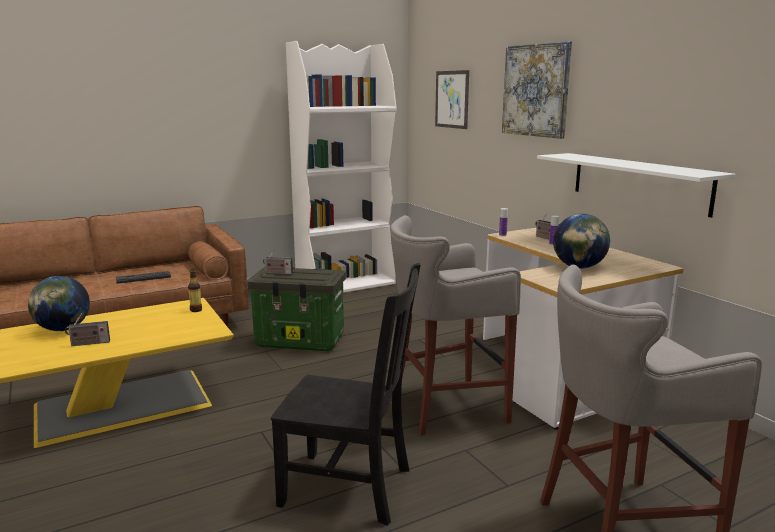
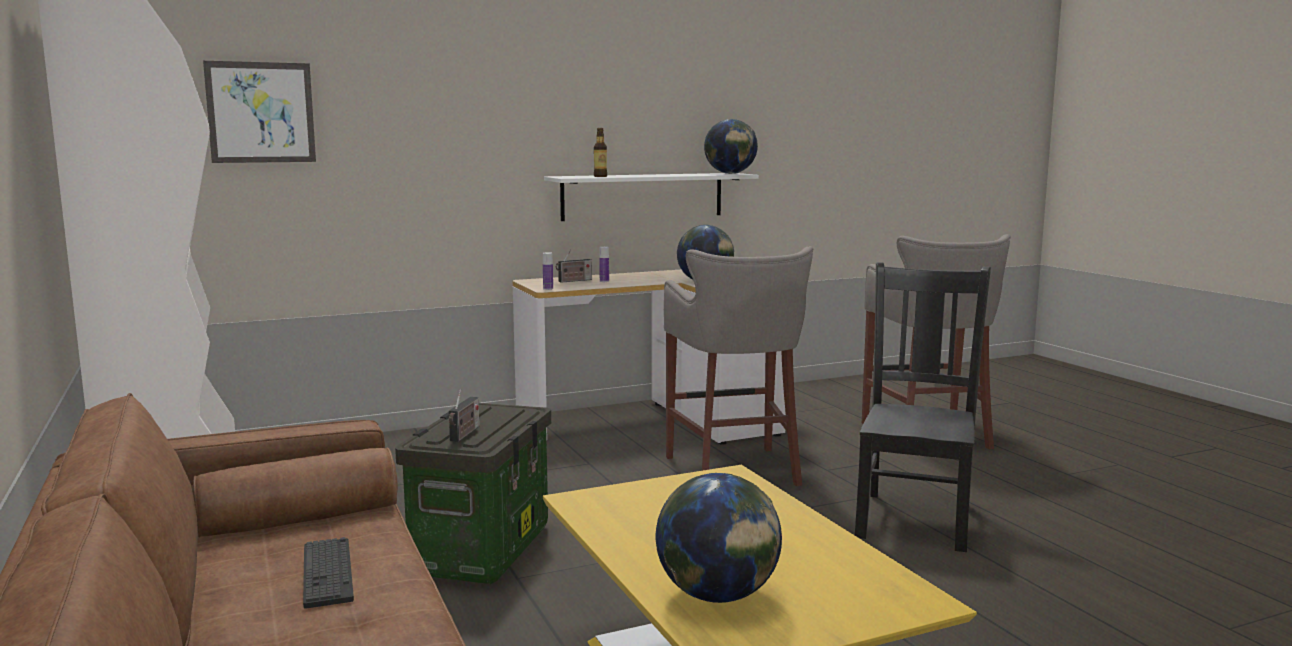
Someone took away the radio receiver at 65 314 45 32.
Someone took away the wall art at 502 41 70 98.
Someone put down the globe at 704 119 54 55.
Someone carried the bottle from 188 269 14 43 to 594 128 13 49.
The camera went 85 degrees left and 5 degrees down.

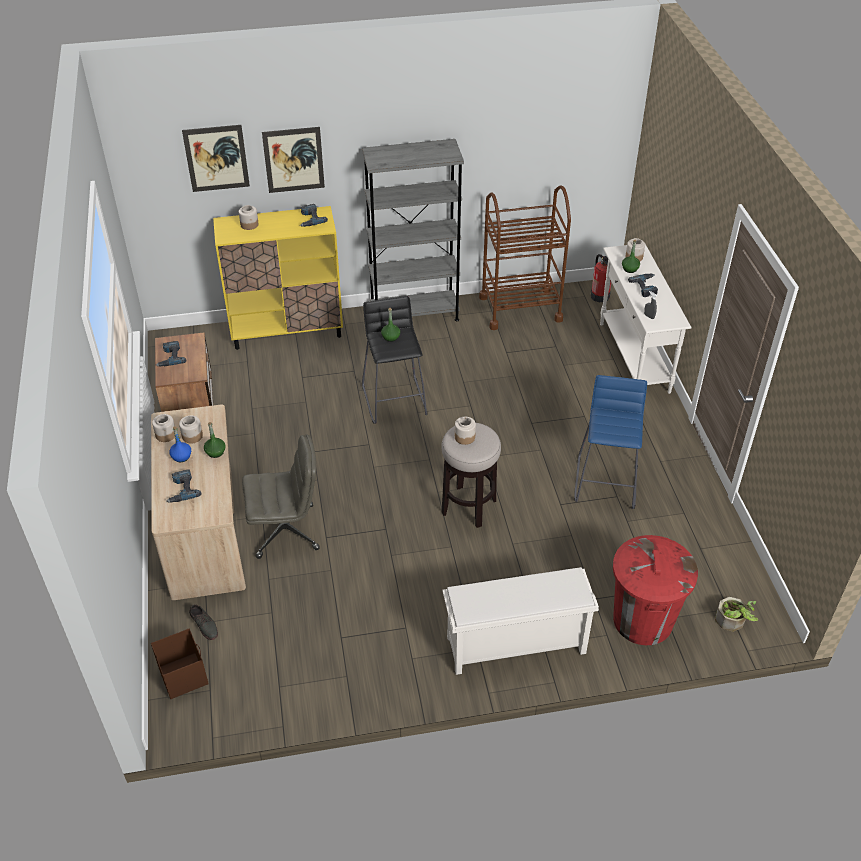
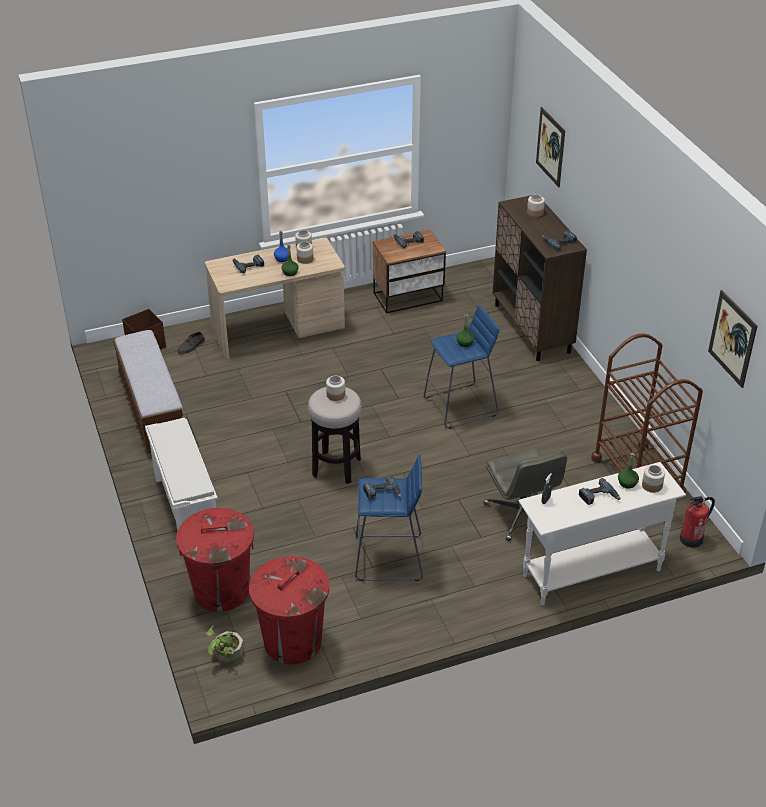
Someone took away the greyish bookcase at 362 139 102 182.
Someone put down the long seat at 113 330 70 123.
Someone put down the red rubbish bin at 249 556 80 108.
Someone put down the power drill at 363 475 38 25.
Someone carried the greyish desk chair from 242 434 78 125 to 483 448 84 93.
Someone carried the wall art from 262 127 63 66 to 708 290 49 98.
Someone repainted the yellow cupboard at 213 206 130 144, which became the brownish cupboard at 493 194 94 167.
Someone repainted the black-coloured stool at 362 296 66 128, which became the blue-coloured stool at 424 305 75 124.
The camera went 80 degrees right and 5 degrees down.

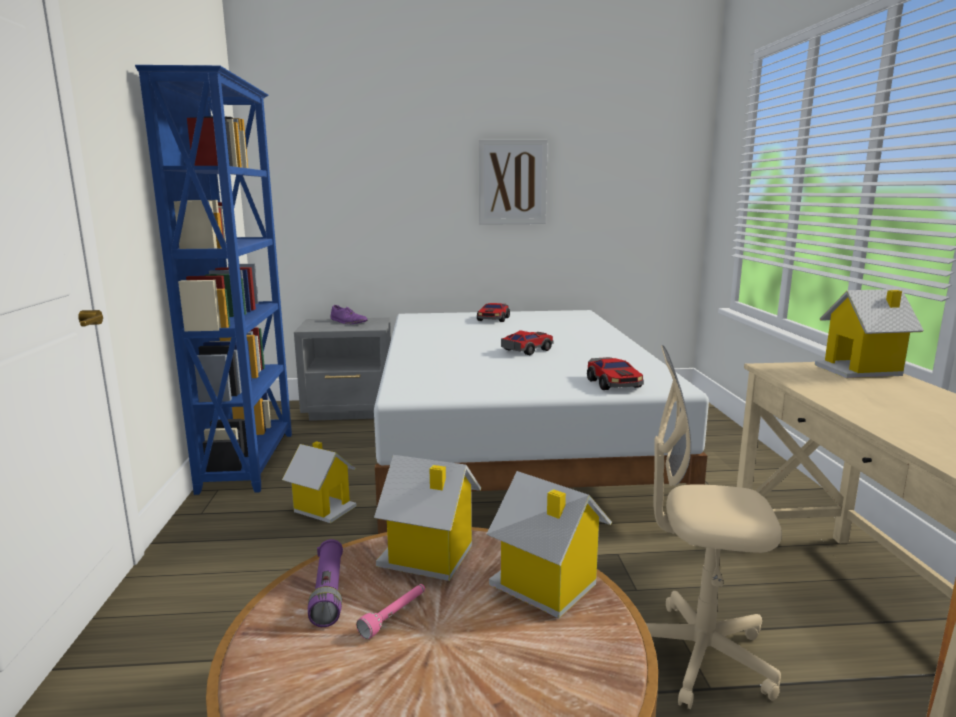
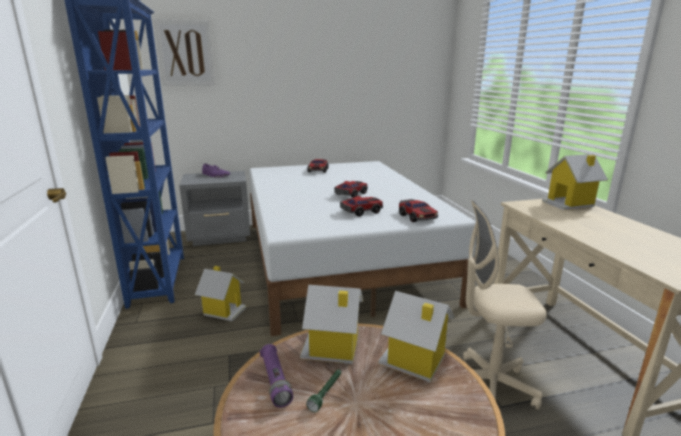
Someone put down the toy car at 340 196 43 20.
Someone carried the wall art from 479 139 68 86 to 153 19 62 67.
Someone repainted the pink-coloured hand torch at 356 584 69 55, which became the green hand torch at 306 369 35 43.
The camera went 10 degrees left and 5 degrees up.

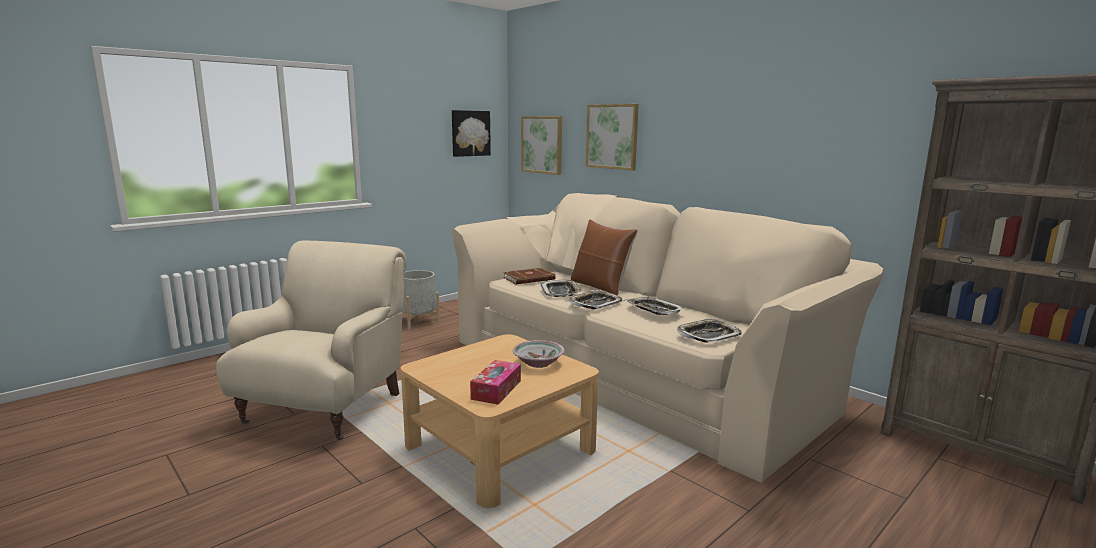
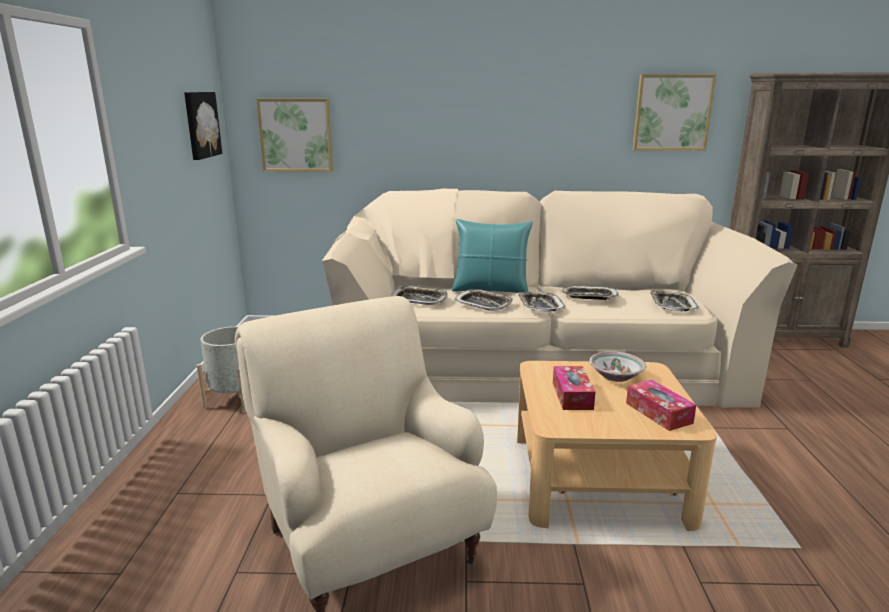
Someone put down the tissue holder at 553 366 42 44.
Someone carried the wall art from 586 104 53 67 to 633 74 83 77.
Someone swapped the brownish bound book at 503 268 53 16 for the serving tray at 391 286 57 19.
Someone repainted the brownish pillow at 571 219 66 76, which became the turquoise-coloured pillow at 452 219 81 74.
The camera went 45 degrees left and 5 degrees up.

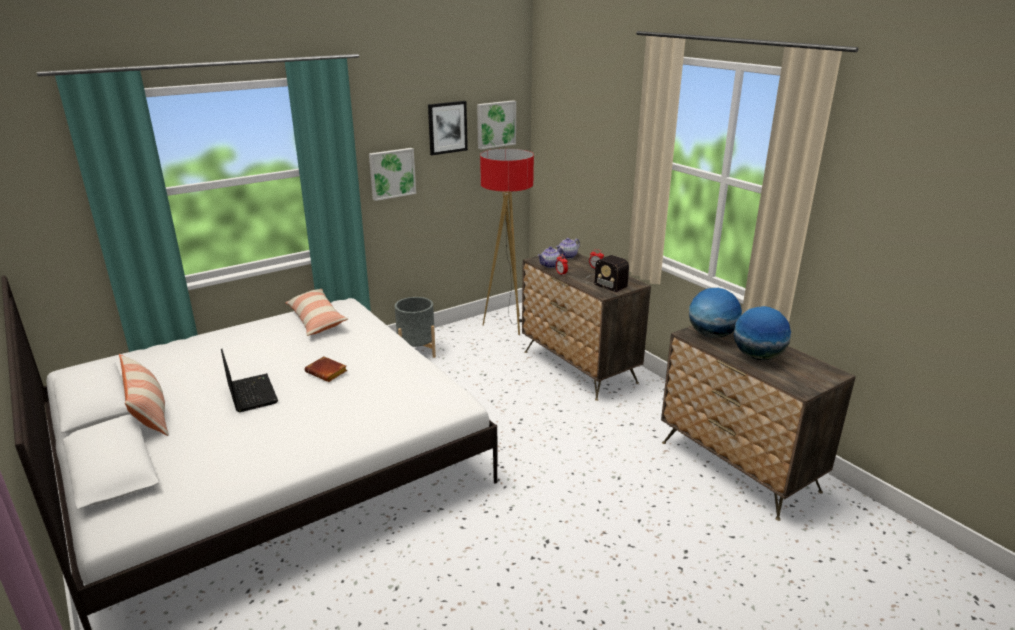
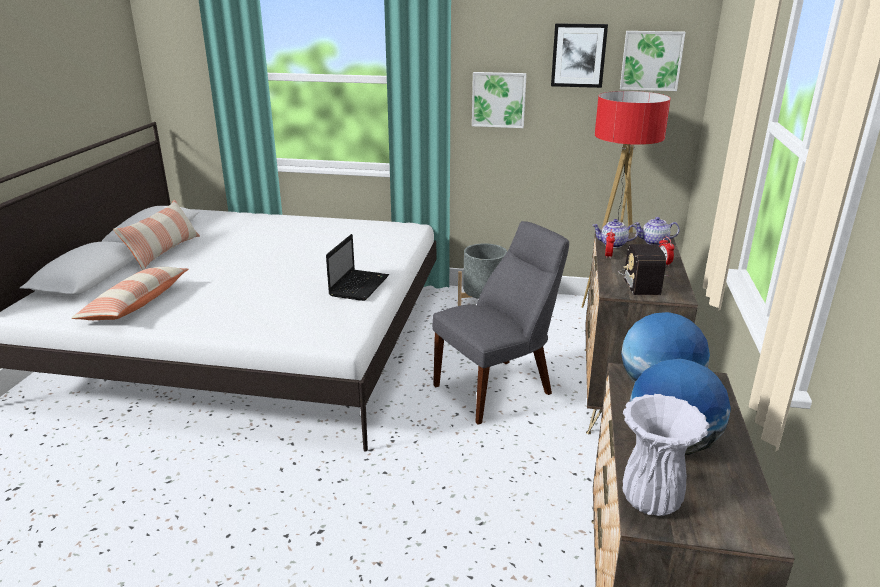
Someone took away the brownish bound book at 305 356 42 26.
Someone put down the greyish plain chair at 432 221 137 204.
Someone put down the white vase at 623 394 86 122.
Someone carried the notebook computer from 221 349 57 63 to 326 234 63 67.
Someone carried the pillow from 286 289 62 47 to 71 267 117 53.
The camera went 45 degrees right and 0 degrees up.

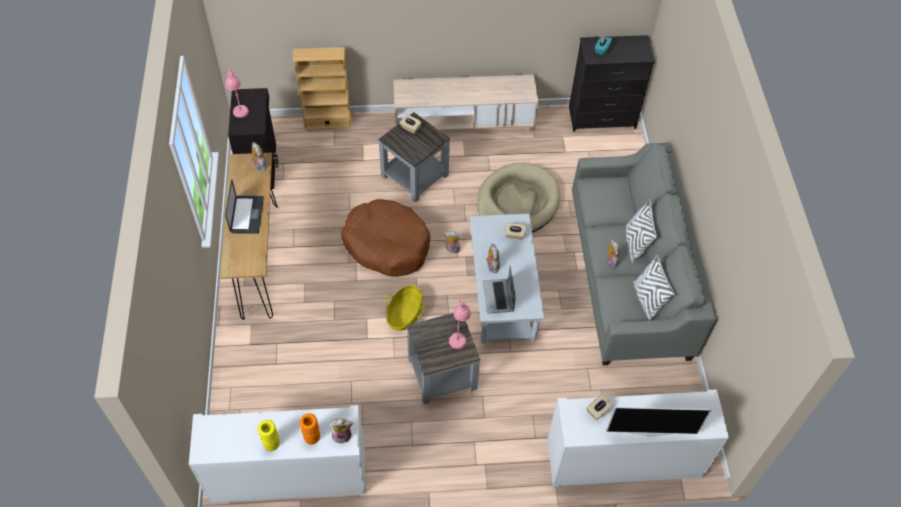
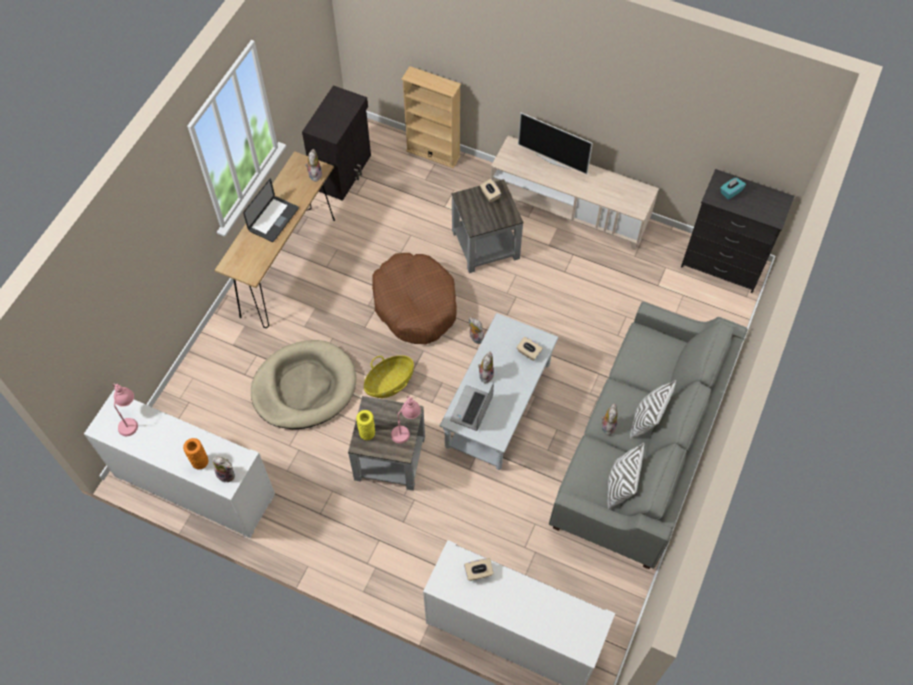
Someone carried the pink-coloured table lamp from 225 69 24 49 to 113 384 25 52.
Someone carried the yellow vase from 258 420 22 31 to 356 410 19 30.
Someone carried the beige-coloured dog cushion from 477 163 83 70 to 251 340 105 89.
Someone carried the TV set from 606 407 105 29 to 518 112 75 62.
The camera went 30 degrees right and 5 degrees up.

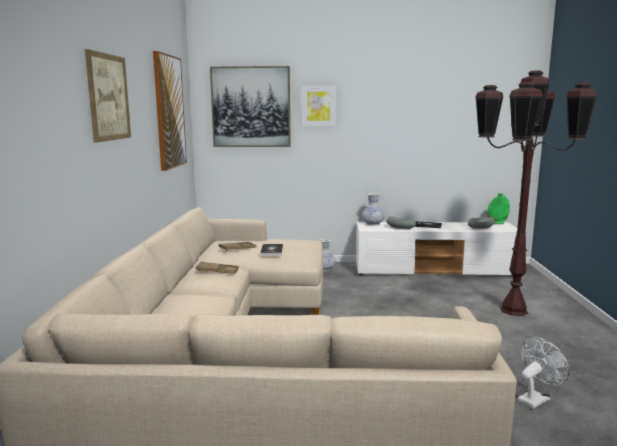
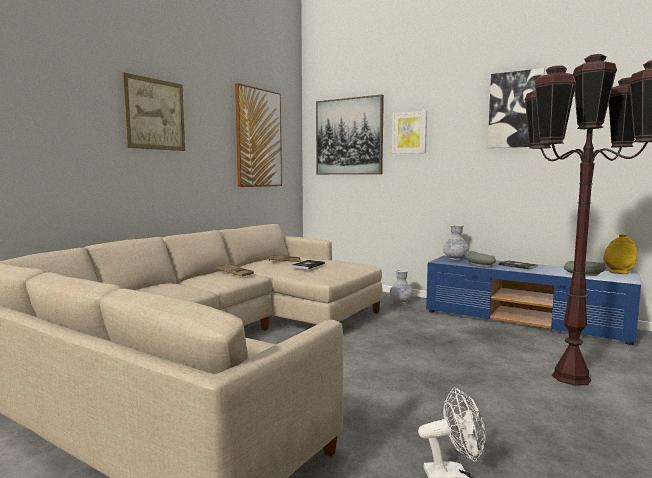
Someone put up the wall art at 488 68 57 80.
Someone repainted the white tv stand at 356 222 161 55, which became the blue-coloured tv stand at 426 256 215 89.
Someone repainted the green vase at 487 193 23 31, which became the yellow vase at 604 234 33 40.
The camera went 30 degrees right and 5 degrees down.

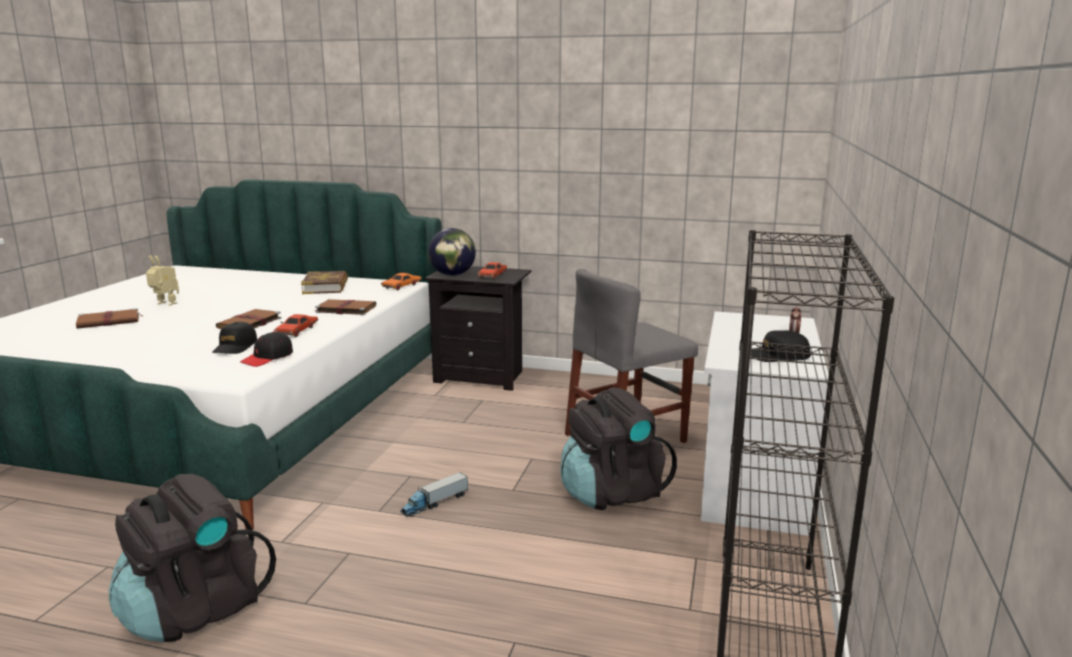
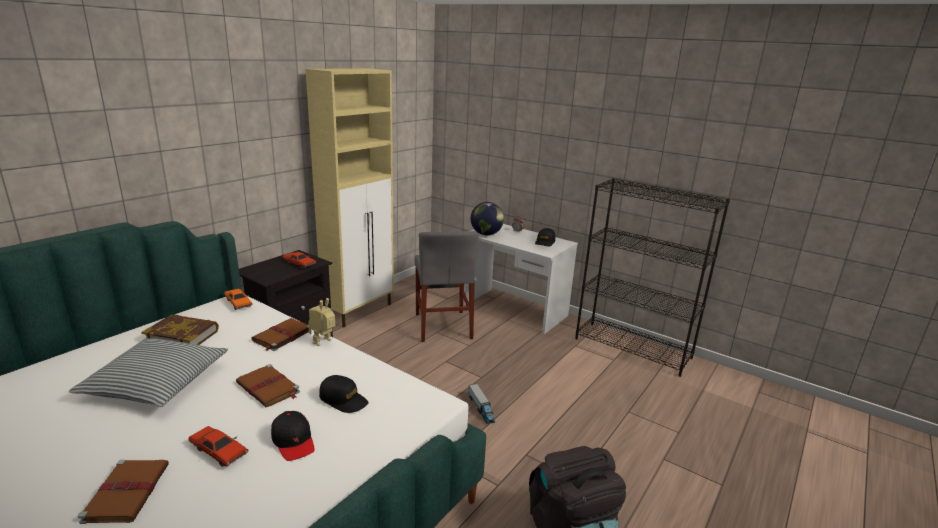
Someone took away the black-coloured rucksack at 560 387 117 123.
Someone put down the pillow at 69 338 159 69.
Someone put down the beige-coloured cupboard at 306 68 88 259.
Someone carried the toy robot from 146 255 33 51 to 308 298 27 48.
Someone carried the black-coloured cap from 240 331 53 36 to 271 411 43 50.
Someone carried the red toy car from 274 314 44 23 to 188 426 60 41.
Someone carried the globe from 428 228 48 48 to 471 202 33 33.
The camera went 70 degrees left and 5 degrees up.

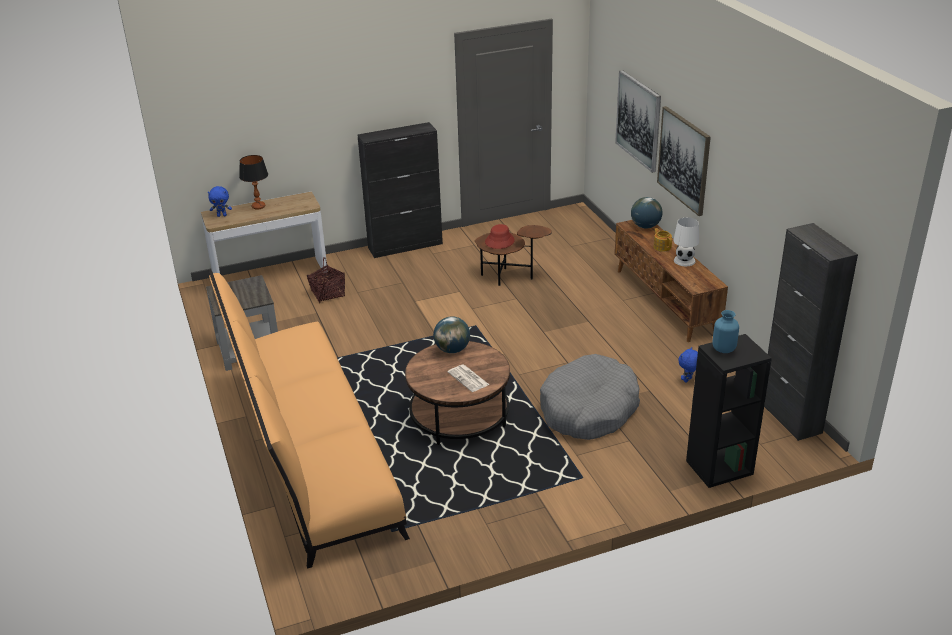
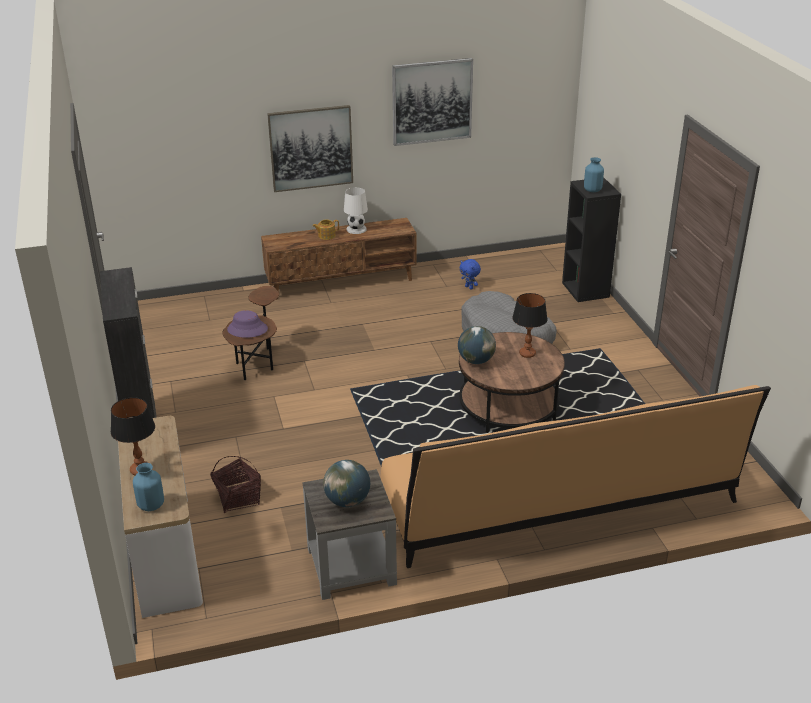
Someone took away the black-coloured cupboard at 764 223 94 218.
Someone carried the wall art from 615 70 46 103 to 392 58 81 88.
Someone carried the globe from 631 197 31 31 to 323 460 47 47.
Someone swapped the blue-coloured plush toy at 208 186 24 31 for the blue-coloured vase at 133 463 31 48.
Someone swapped the printed paper at 447 365 42 27 for the table lamp at 512 293 35 65.
Someone repainted the red hat at 485 224 30 25, which became the purple-coloured hat at 227 310 41 28.
The camera went 85 degrees left and 0 degrees up.

